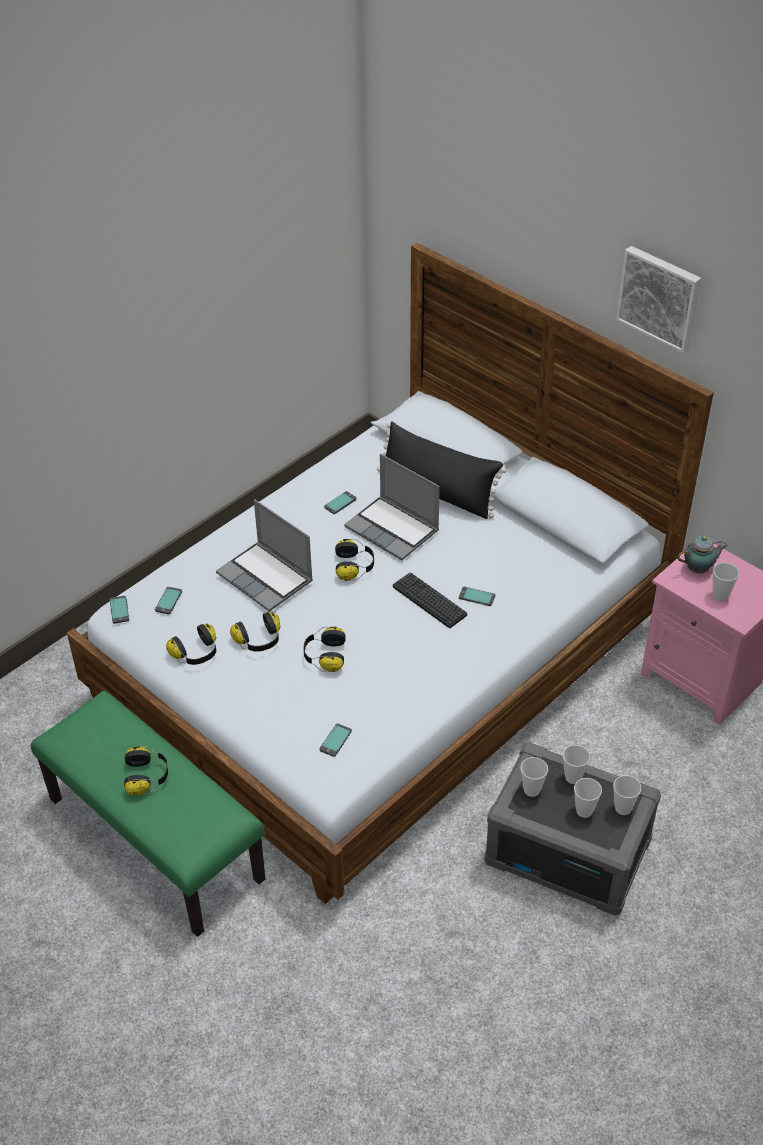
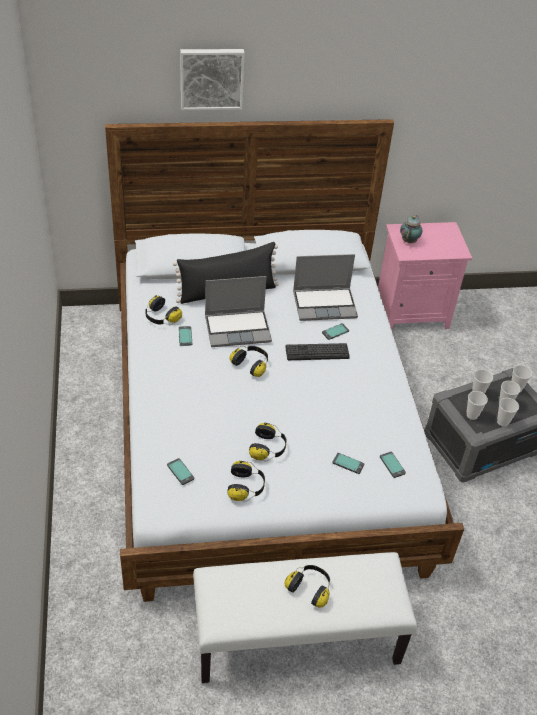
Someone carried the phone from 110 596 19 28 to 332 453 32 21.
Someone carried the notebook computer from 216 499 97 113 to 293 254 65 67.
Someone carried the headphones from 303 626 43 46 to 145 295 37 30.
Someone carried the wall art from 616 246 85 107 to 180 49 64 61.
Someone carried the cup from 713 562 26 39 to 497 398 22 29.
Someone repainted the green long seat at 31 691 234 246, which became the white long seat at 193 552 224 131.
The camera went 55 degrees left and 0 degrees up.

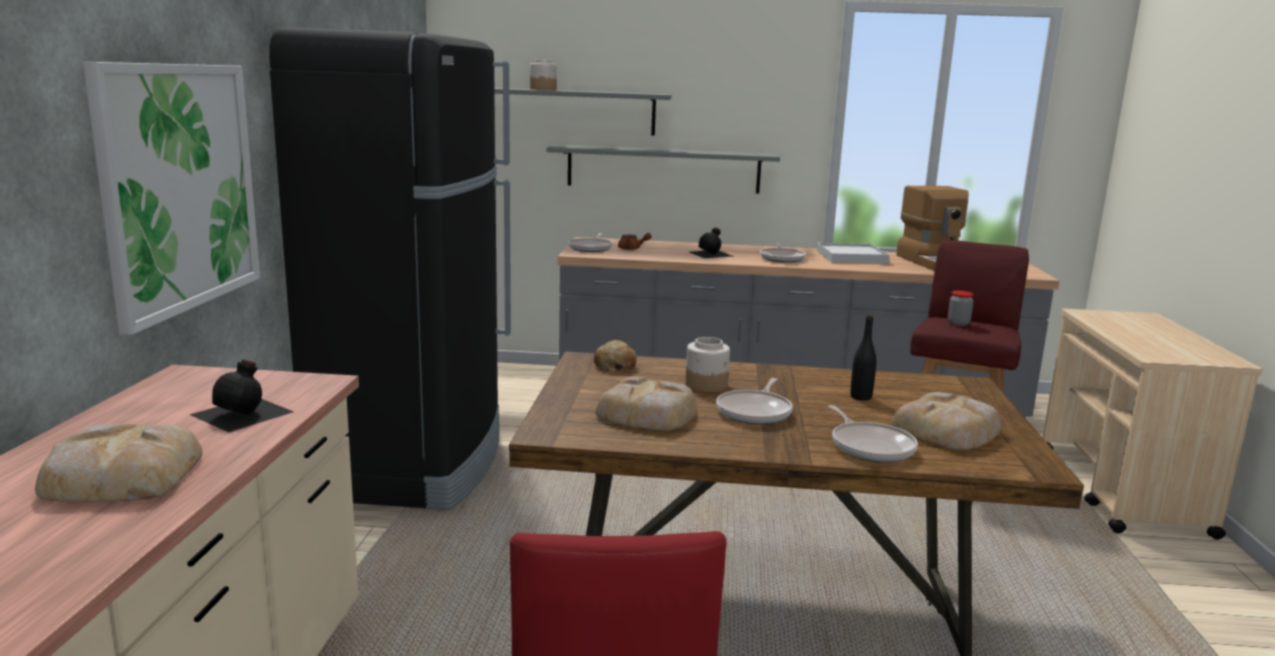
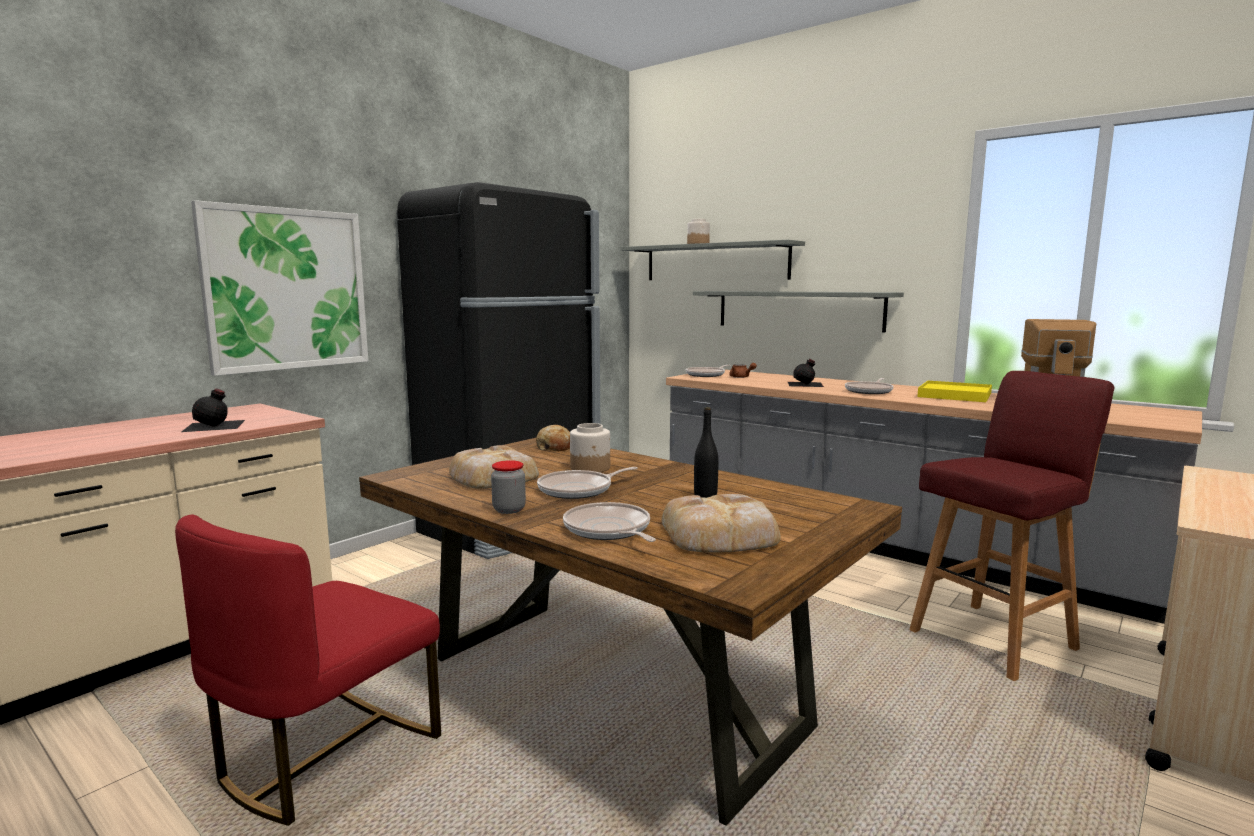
Someone took away the baked bread at 35 424 168 78.
Someone carried the jar from 948 291 26 35 to 491 460 35 54.
Someone repainted the white serving tray at 817 243 73 21, which became the yellow serving tray at 917 381 75 21.
Someone rotated the frying pan at 829 405 89 57 by 135 degrees clockwise.
The camera went 35 degrees right and 5 degrees down.

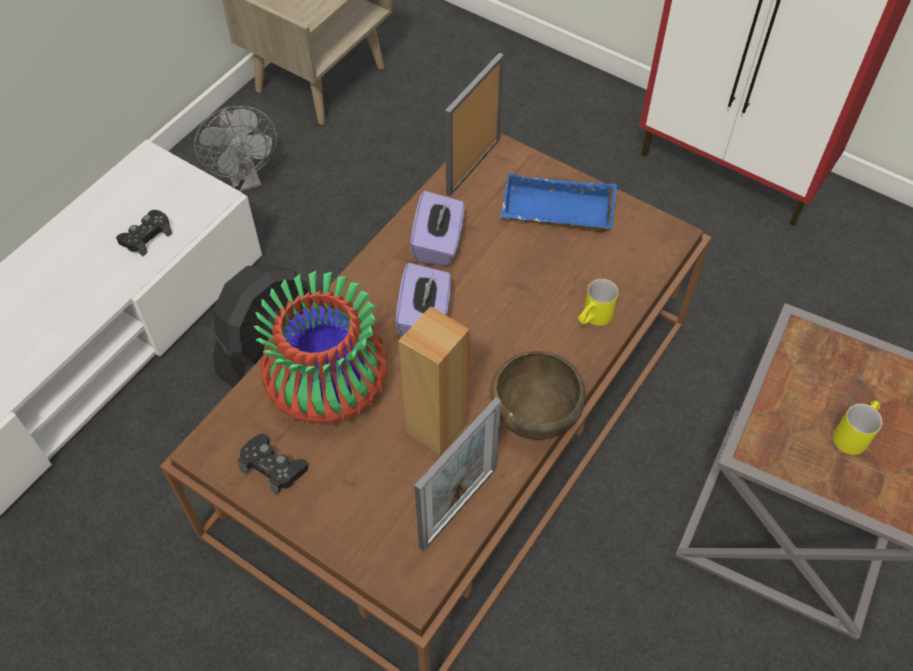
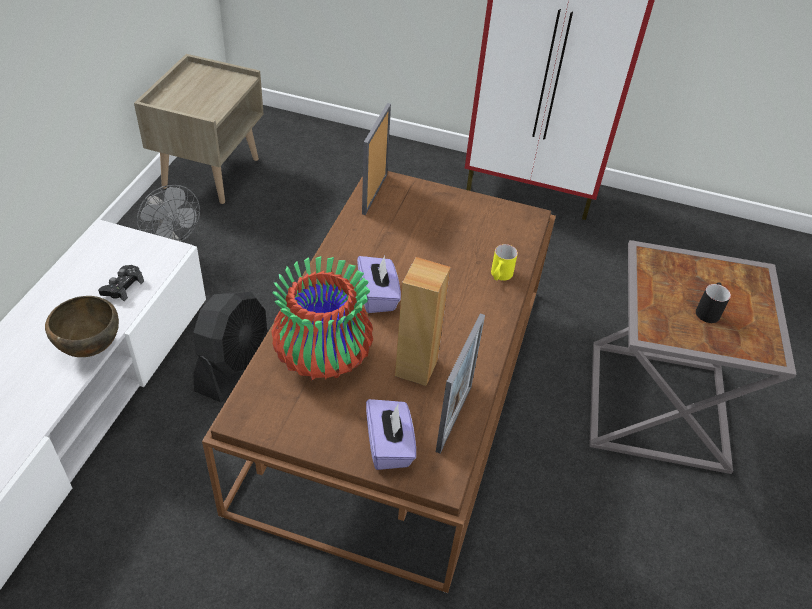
Someone took away the black-coloured joypad at 238 434 70 61.
Someone took away the blue-coloured serving tray at 500 173 117 59.
Someone carried the purple-coloured tissue holder from 410 191 54 75 to 366 399 50 71.
Someone carried the brownish deep dish from 490 351 96 89 to 45 296 74 61.
Someone repainted the yellow coffee mug at 833 401 50 54, which became the black-coloured coffee mug at 696 282 35 41.
The camera went 20 degrees left and 10 degrees down.

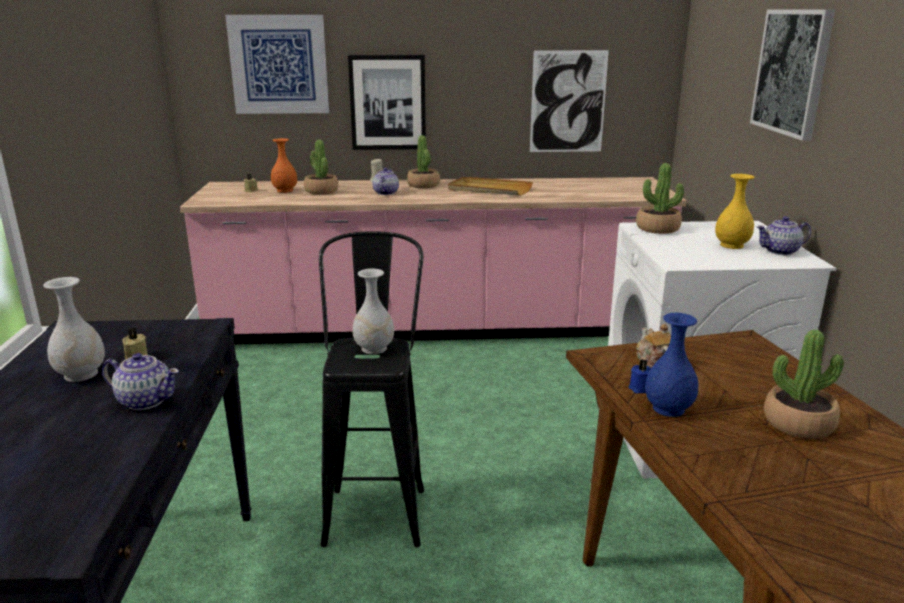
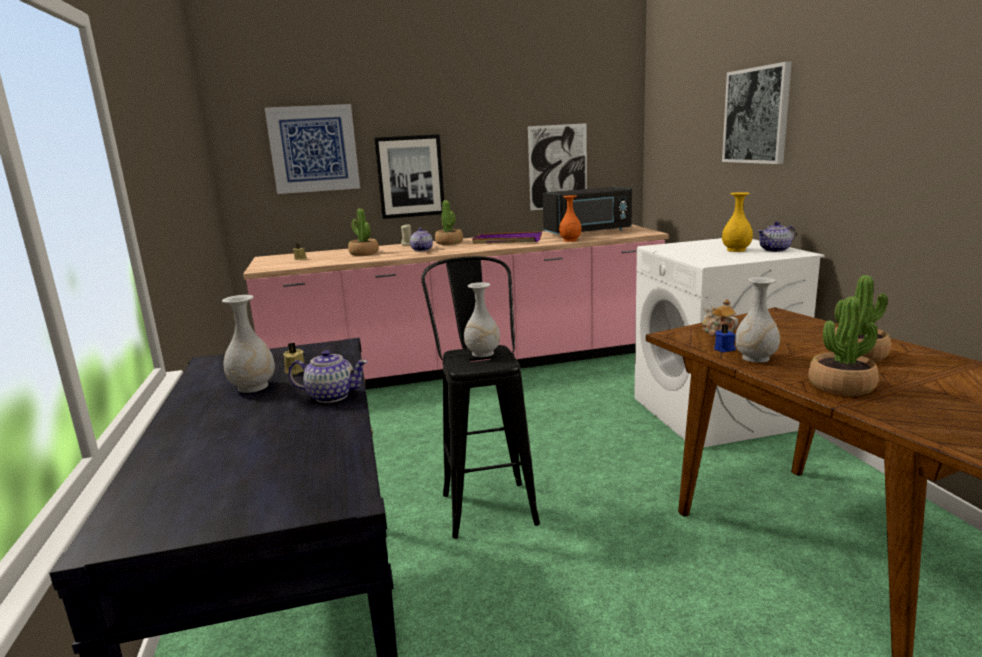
Someone put down the black-coloured kitchen microwave at 543 187 89 47.
Someone carried the orange vase from 271 138 26 55 to 559 195 23 47.
Someone carried the plant in a pot from 636 163 48 71 to 808 296 71 100.
Someone repainted the beige-coloured serving tray at 448 177 85 19, which became the purple-coloured serving tray at 472 232 70 12.
Someone repainted the blue-coloured vase at 645 313 53 104, which became the white vase at 735 277 45 86.
The camera went 10 degrees left and 5 degrees down.

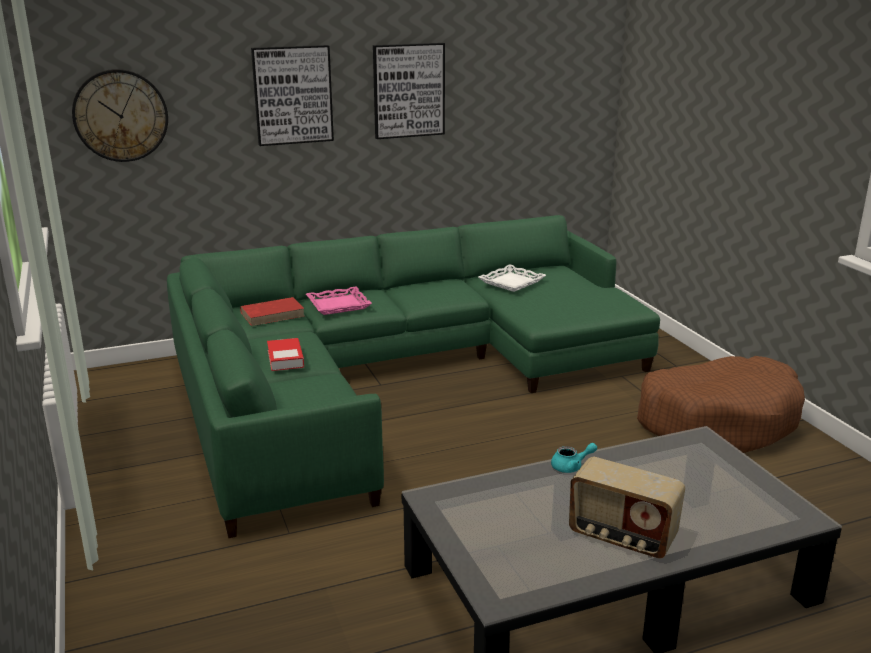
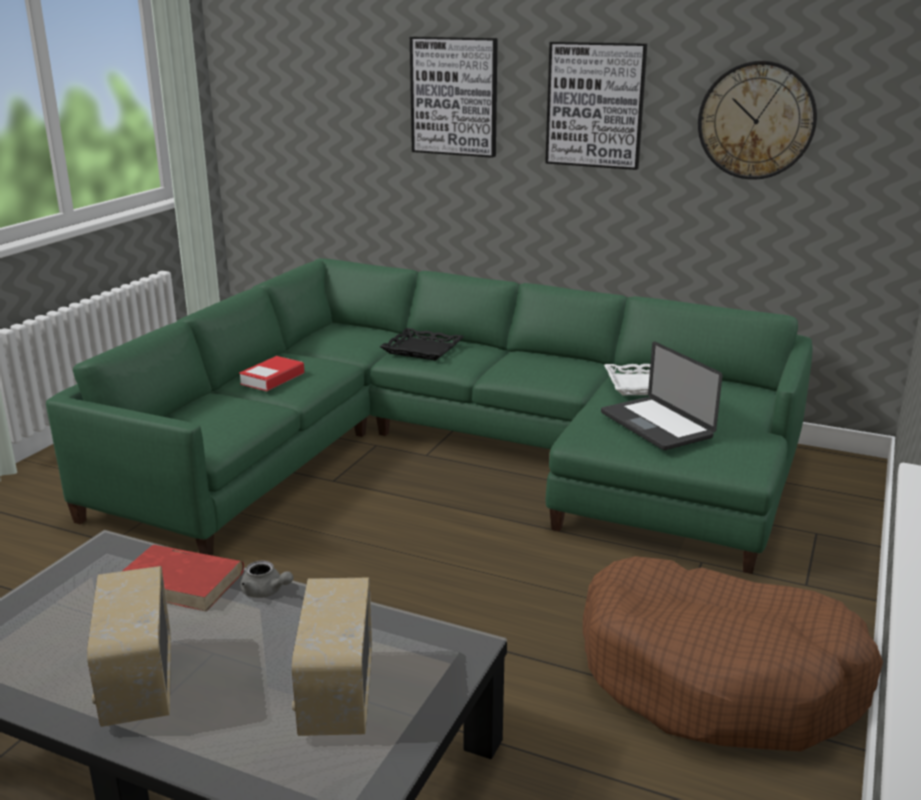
Someone put down the radio receiver at 292 578 80 158.
Someone put down the notebook computer at 601 341 121 109.
Someone carried the clock on the wall from 72 69 96 93 to 698 61 119 118.
Someone carried the red bound book from 240 297 65 29 to 122 545 122 67.
Someone repainted the pink-coloured serving tray at 306 287 66 28, which became the black-coloured serving tray at 380 328 84 33.
Someone repainted the turquoise-coloured tea pot at 551 443 46 30, which became the greyish tea pot at 240 561 53 37.
The camera went 45 degrees right and 0 degrees up.

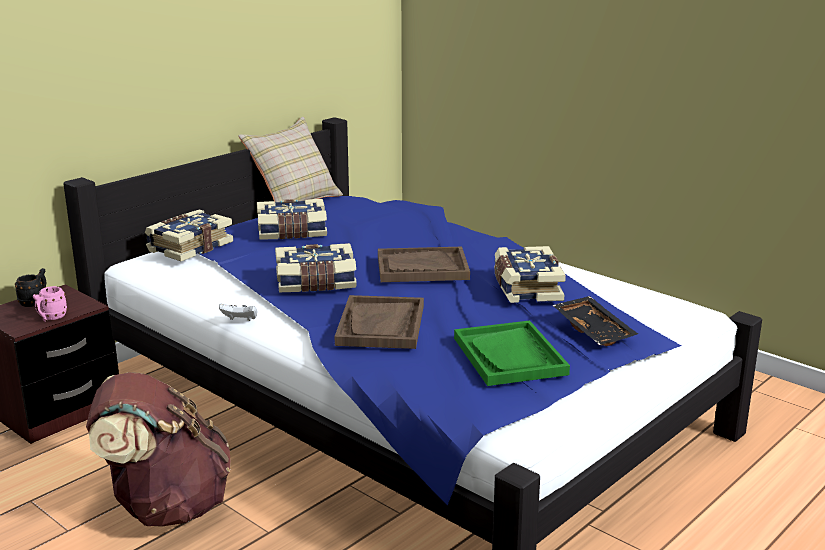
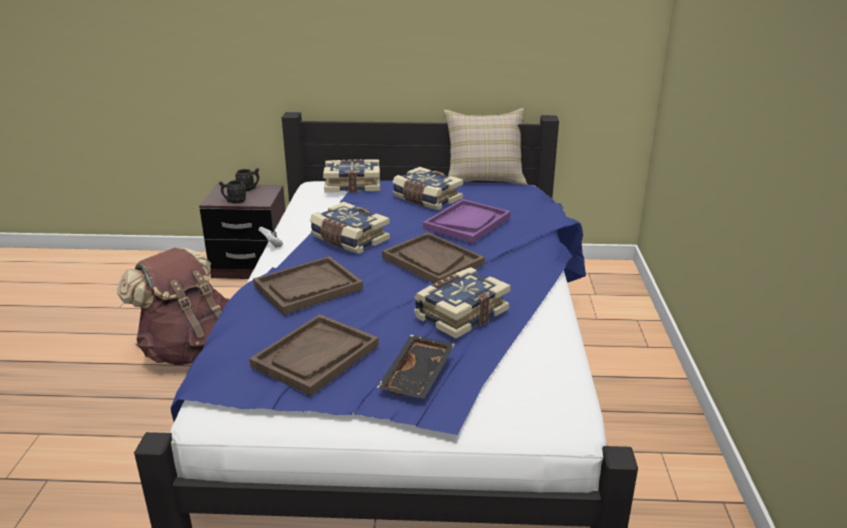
Someone put down the purple-coloured serving tray at 423 199 88 44.
Someone repainted the pink-coloured coffee mug at 33 286 34 36, which became the black-coloured coffee mug at 219 180 27 24.
Someone repainted the green serving tray at 454 321 116 65, which became the brownish serving tray at 249 314 130 82.
The camera went 50 degrees right and 5 degrees up.

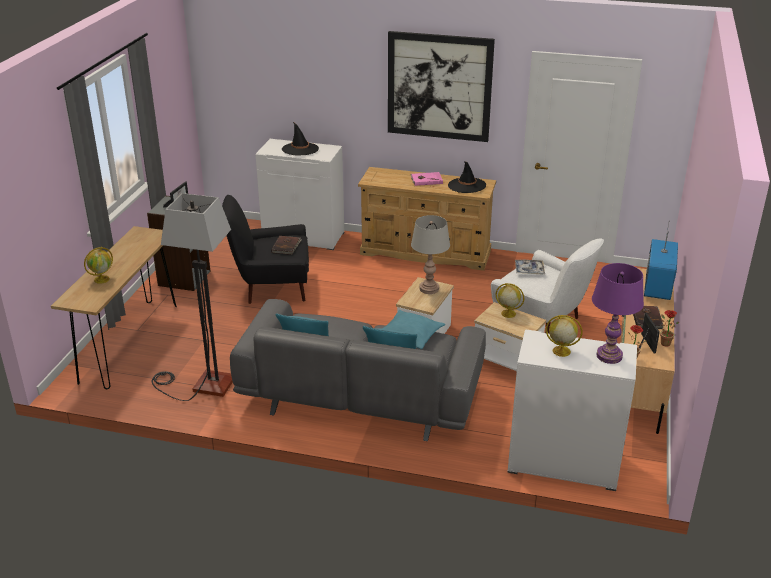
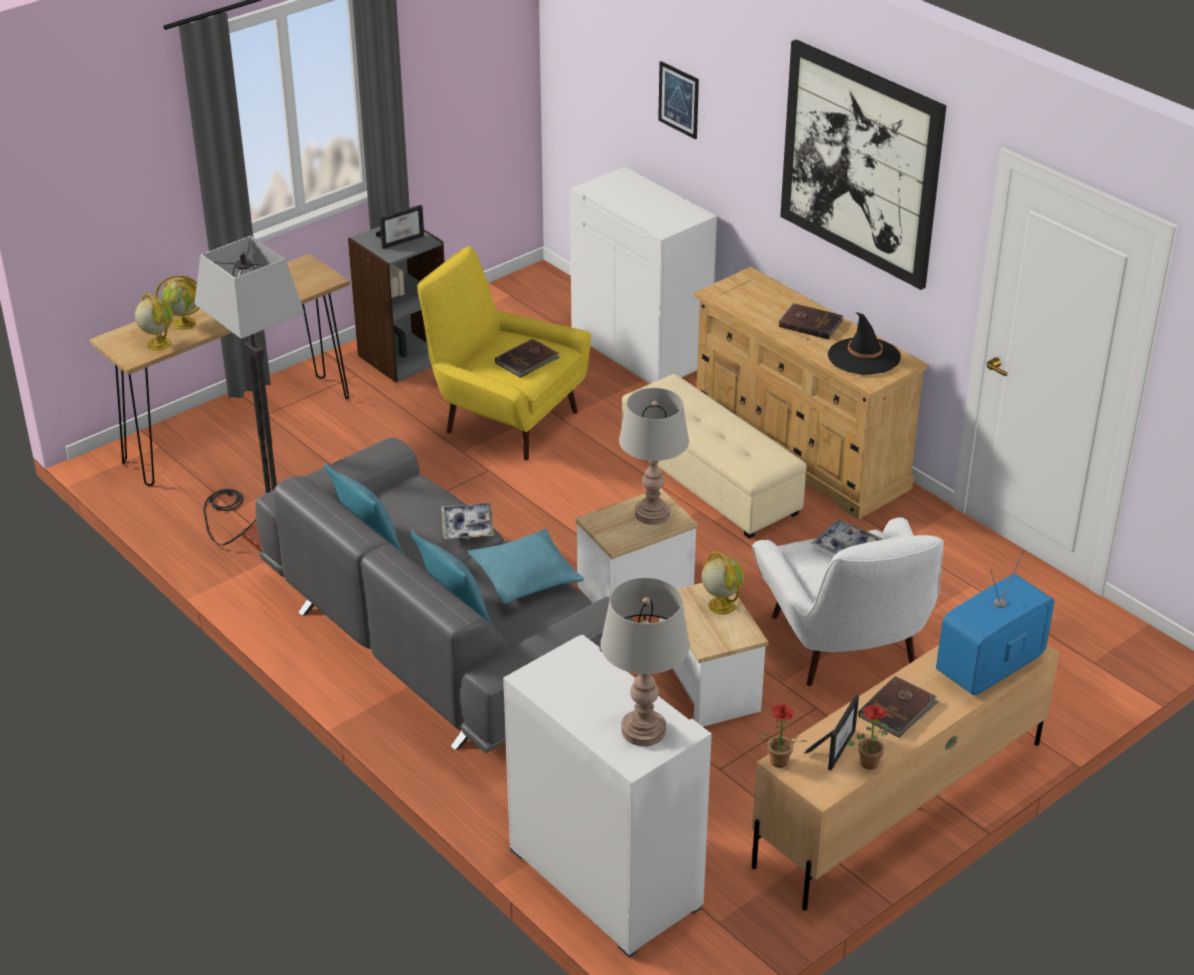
Someone took away the black-coloured hat at 282 122 37 34.
Someone put down the serving tray at 441 503 53 37.
Someone put down the beige-coloured pouffe at 622 374 185 165.
Someone put up the wall art at 658 61 41 78.
Someone carried the globe from 546 315 37 42 to 135 293 38 58.
Someone repainted the black-coloured lounge chair at 222 195 87 109, which became the yellow lounge chair at 417 246 174 214.
Someone repainted the pink-coloured bound book at 410 172 33 14, which became the brownish bound book at 779 303 64 36.
Someone repainted the purple-coloured table lamp at 592 263 52 101, which became the greyish table lamp at 600 578 90 168.
The camera went 35 degrees right and 5 degrees up.

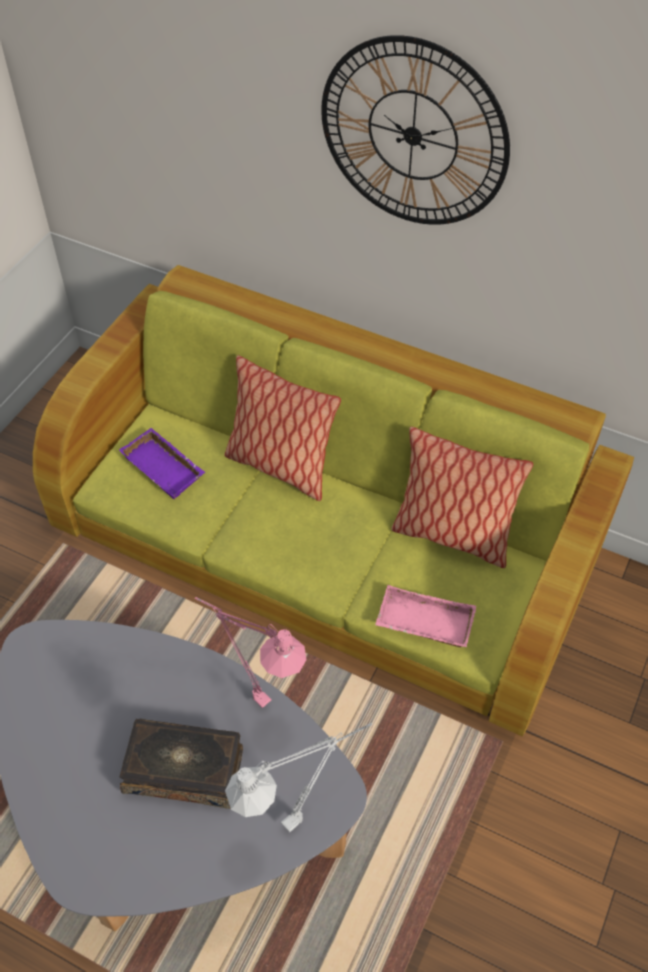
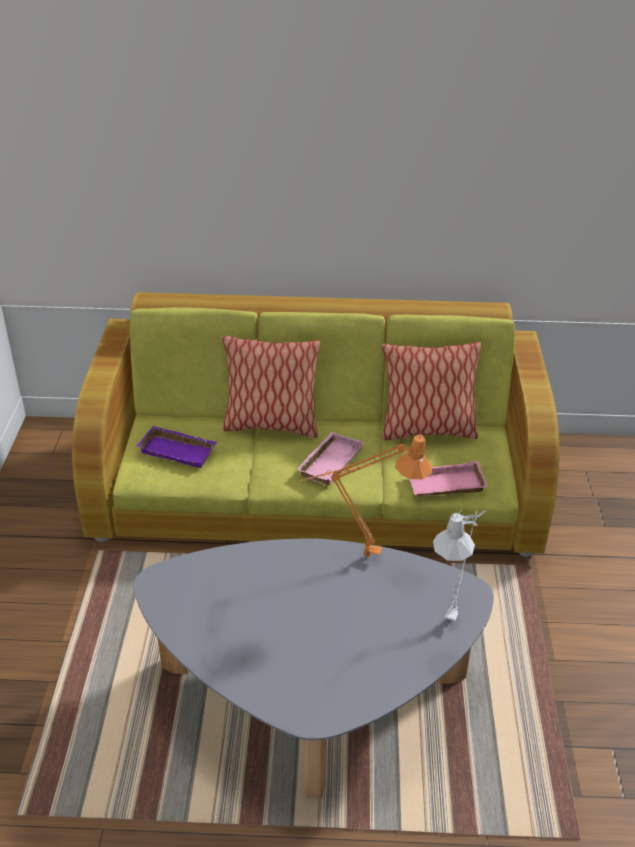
Someone took away the bound book at 120 719 123 90.
Someone took away the clock on the wall at 321 35 189 190.
Someone put down the pink-coloured serving tray at 296 432 68 53.
Someone repainted the pink-coloured table lamp at 195 597 111 111, which became the orange table lamp at 300 435 132 122.
The camera went 25 degrees left and 15 degrees down.

